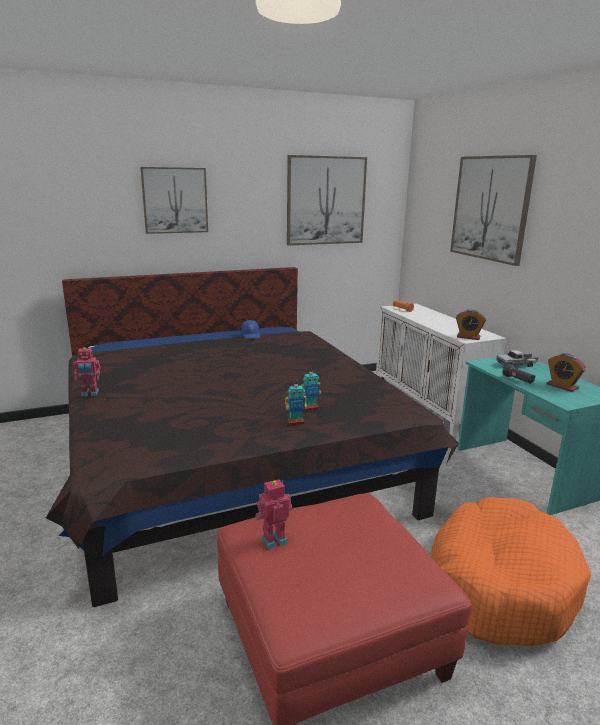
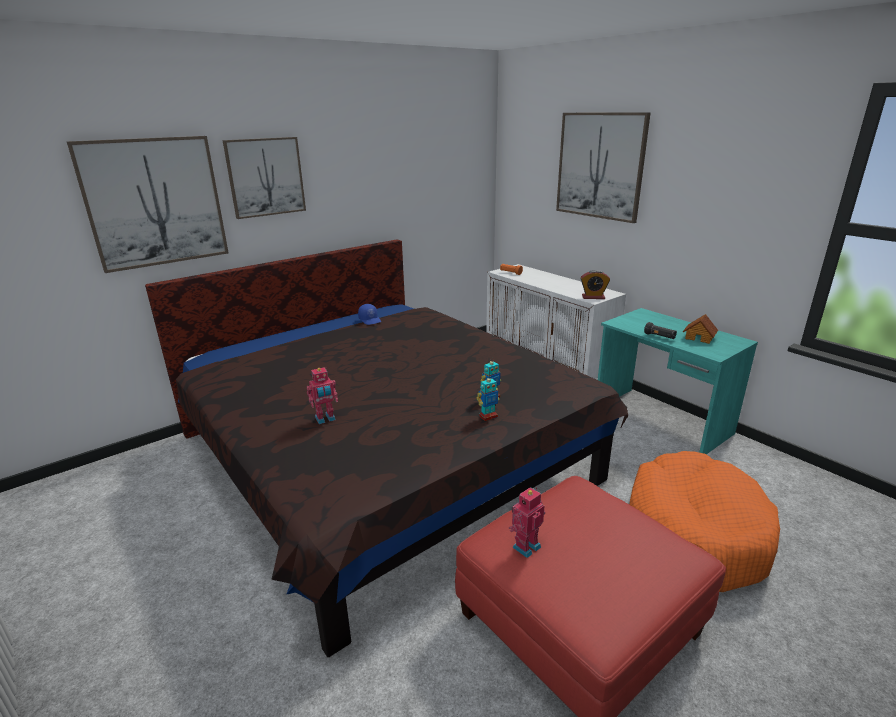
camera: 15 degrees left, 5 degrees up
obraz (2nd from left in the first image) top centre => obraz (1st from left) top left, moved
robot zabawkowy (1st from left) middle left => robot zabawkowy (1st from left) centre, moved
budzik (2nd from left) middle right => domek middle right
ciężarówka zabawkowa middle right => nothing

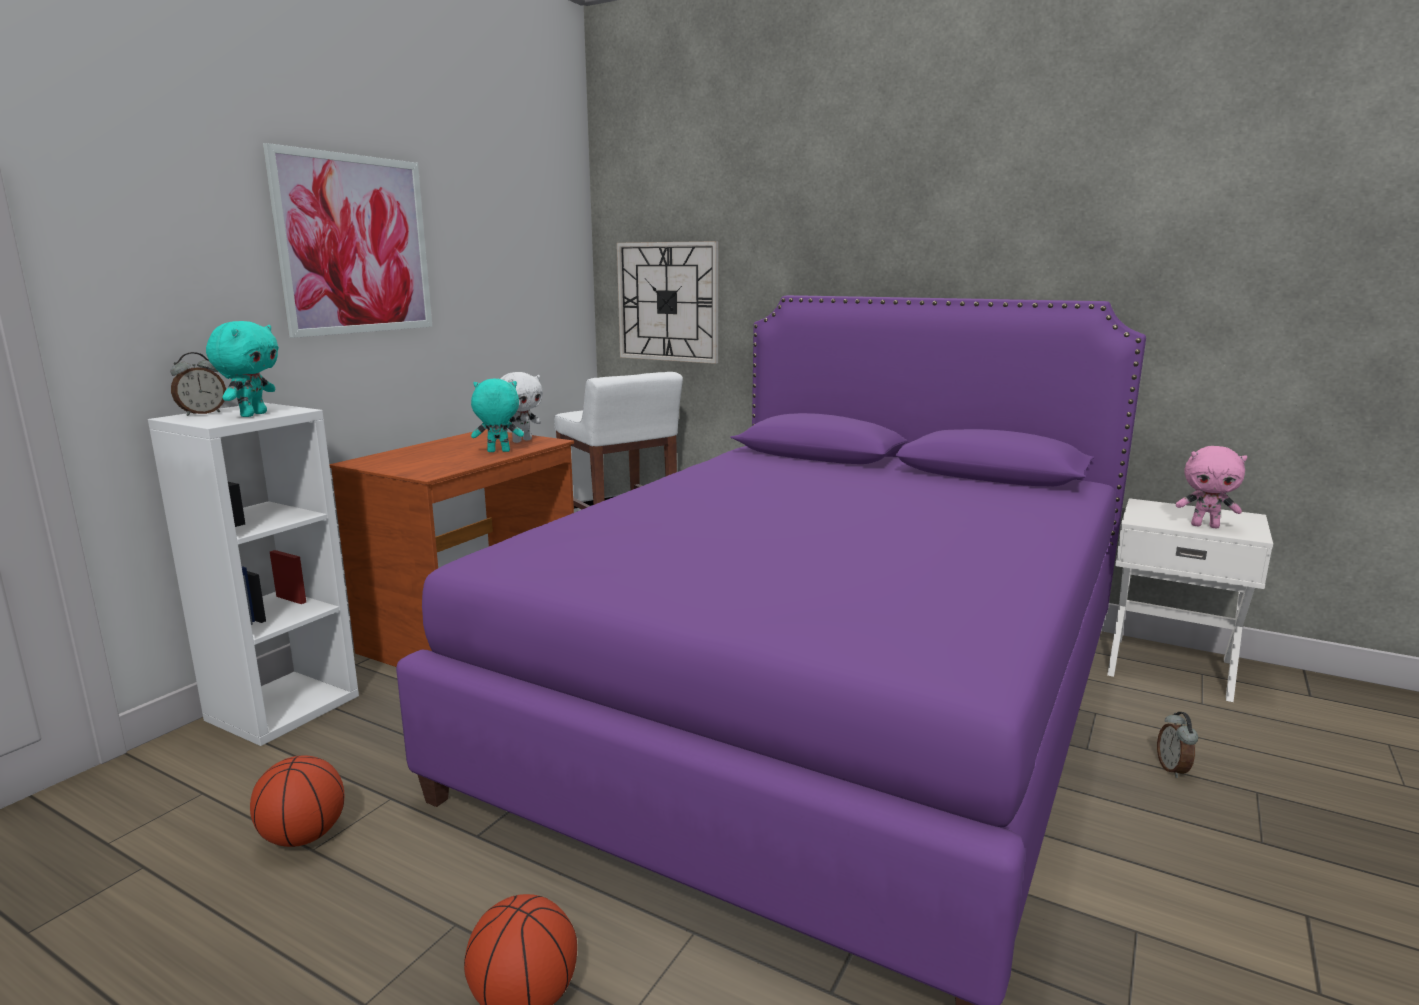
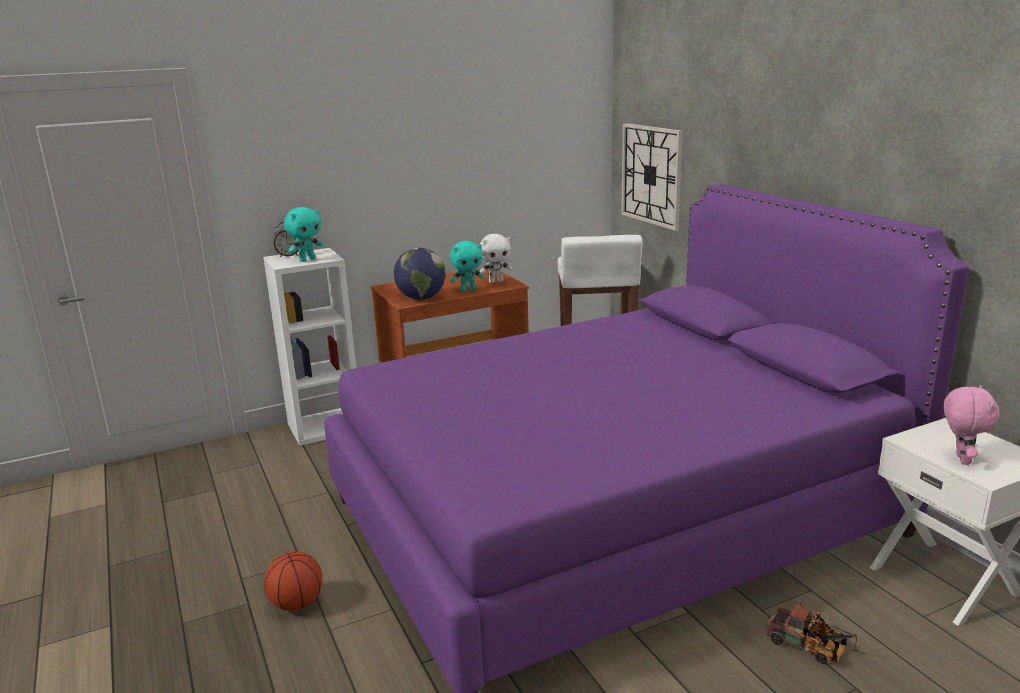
camera: 35 degrees right, 5 degrees up
nothing => globus centre
pluszak (turkusowy) (2nd from left) centre, 135 degrees clockwise
budzik (2nd from left) bottom right => ciężarówka zabawkowa bottom right
pluszak (różowy) middle right, 135 degrees counterclockwise
piłka do koszykówki (1st from left) bottom left => nothing
obraz top left => nothing

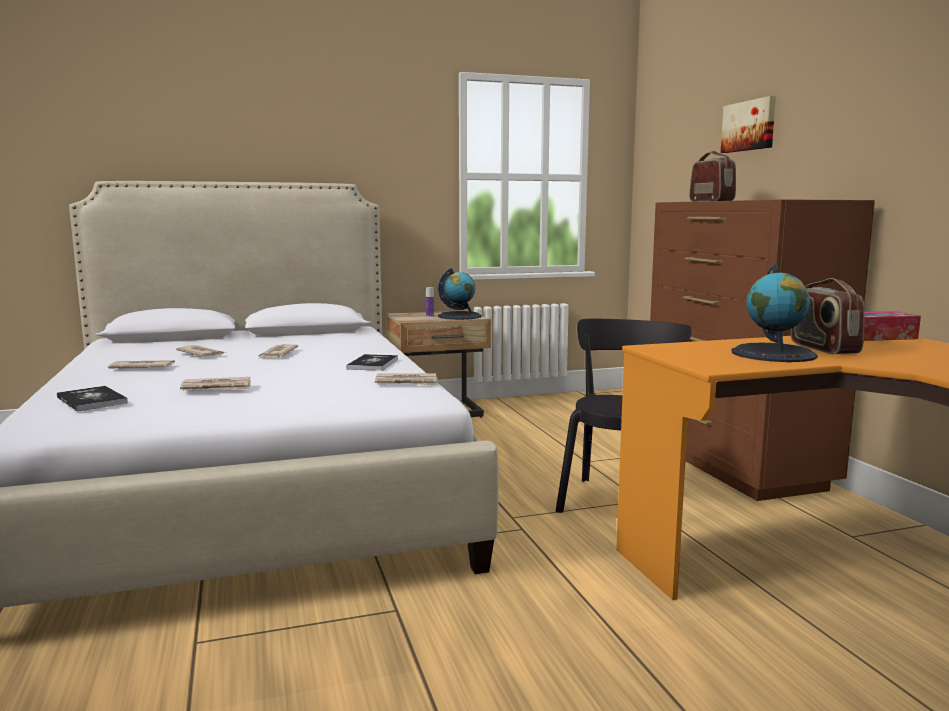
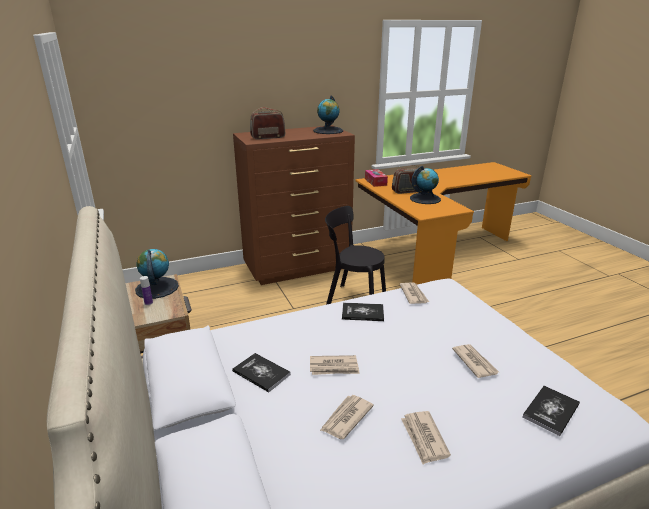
camera: 95 degrees left, 15 degrees up
nothing => książka (1st from left) bottom centre
nothing => globus (2nd from left) top centre
obraz top right => nothing

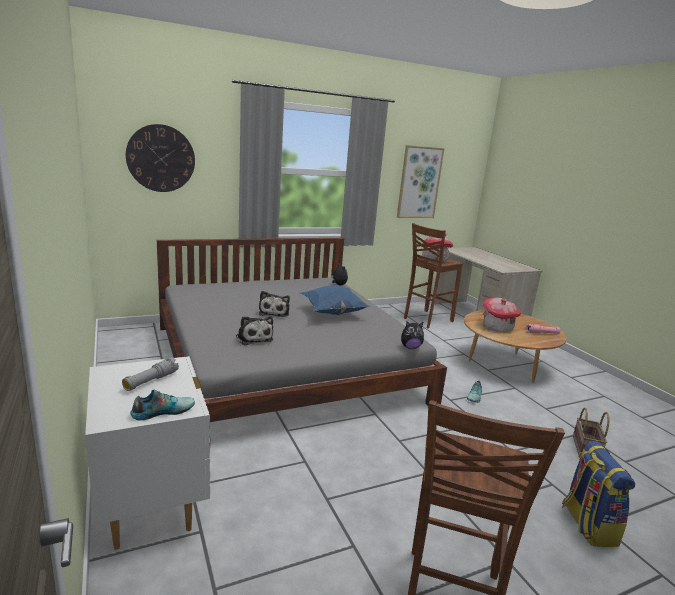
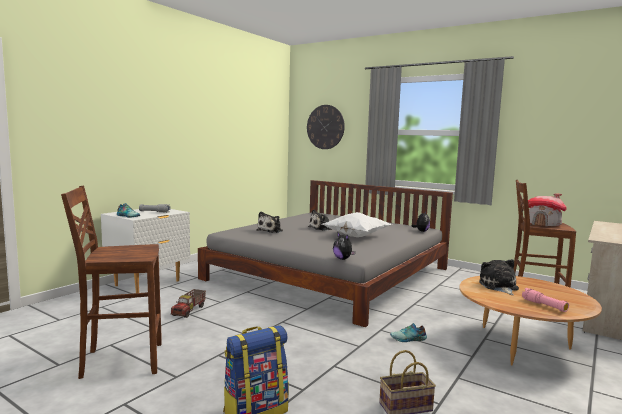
camera: 60 degrees right, 10 degrees down
nothing => ciężarówka zabawkowa bottom left
poduszka (niebieski) centre => poduszka (biały) centre
domek (2nd from left) middle right => pluszak (5th from left) bottom right
obraz top centre => nothing

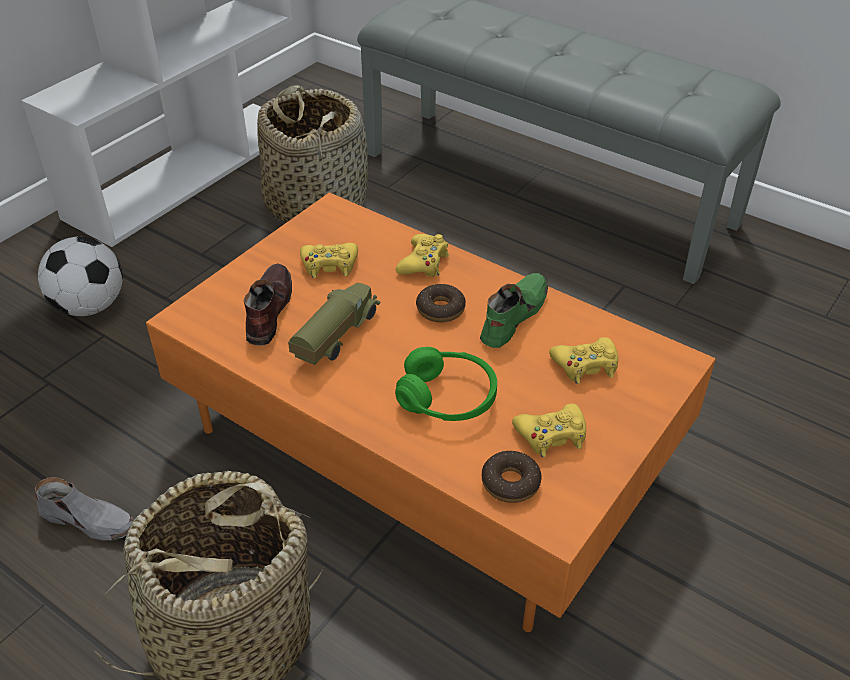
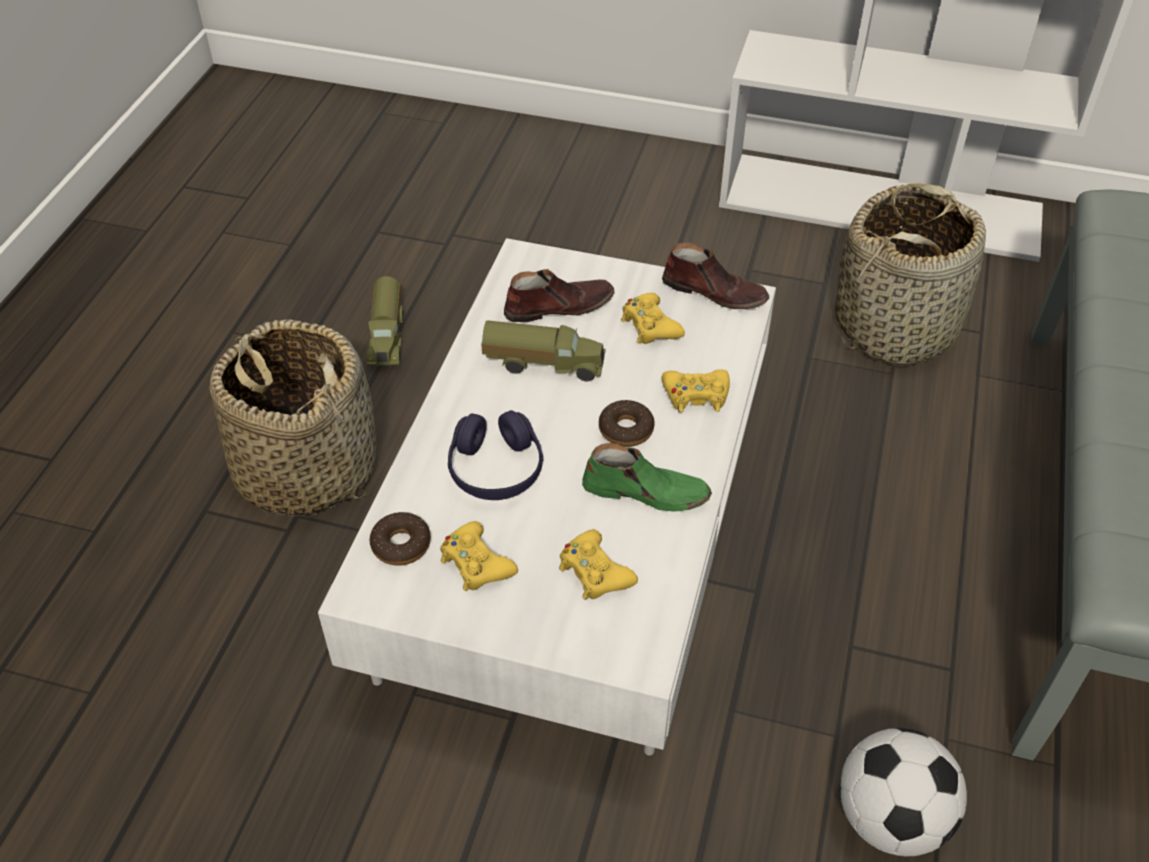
camera: 70 degrees right, 5 degrees up
ława (pomarańczowy) centre => ława (biały) centre
but (szary) bottom left => ciężarówka zabawkowa (1st from left) centre
słuchawki (zielony) centre => słuchawki (fioletowy) centre
nothing => but (brązowy) (2nd from left) top centre
piłka futbolowa middle left => piłka futbolowa bottom right, moved

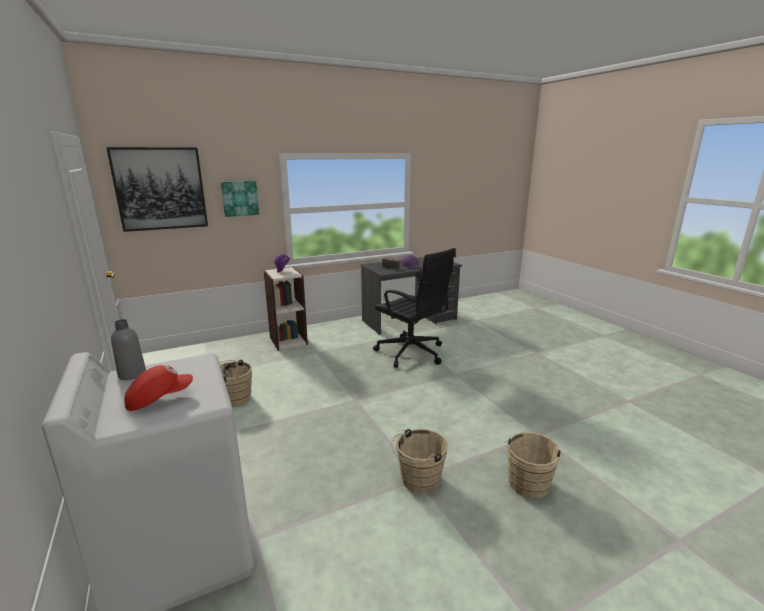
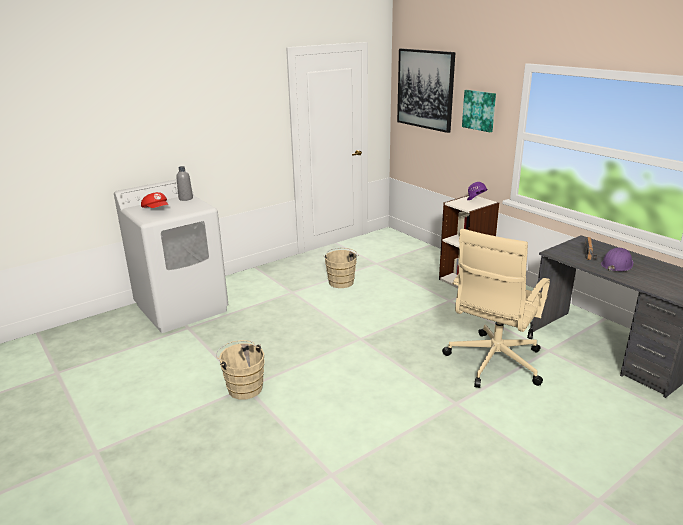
camera: 80 degrees right, 5 degrees up
krzesło biurowe (czarny) centre => krzesło biurowe (beżowy) middle right
wiadro (beżowy) (3rd from left) bottom right => nothing

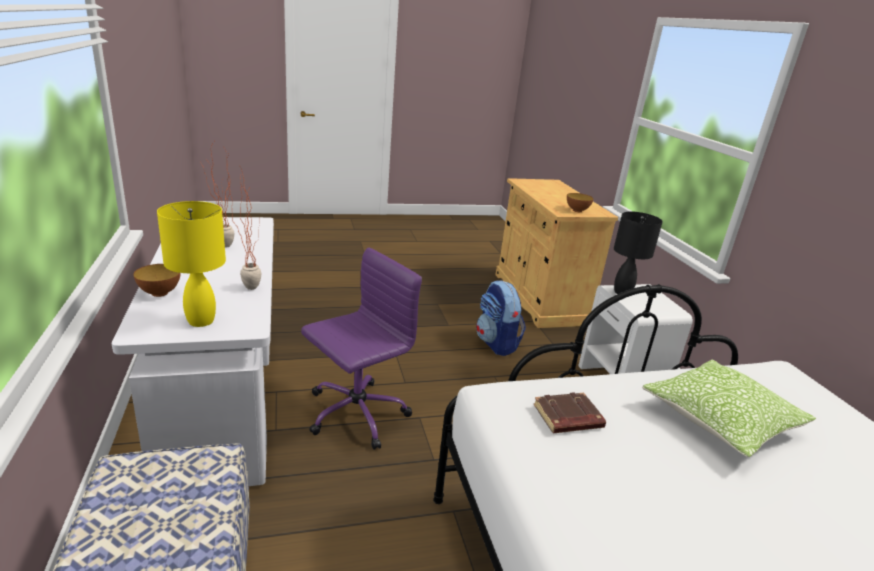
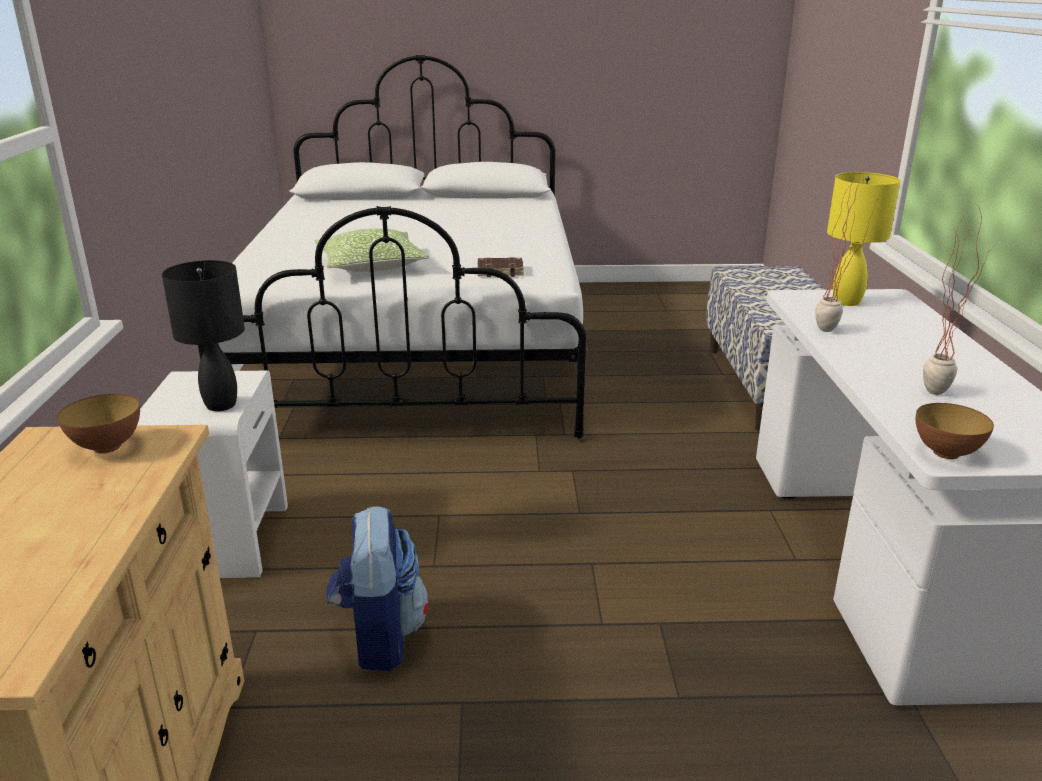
camera: 165 degrees left, 0 degrees up
miska (1st from left in the first image) middle left => miska (2nd from left) middle right, moved
krzesło biurowe (fioletowy) centre => nothing

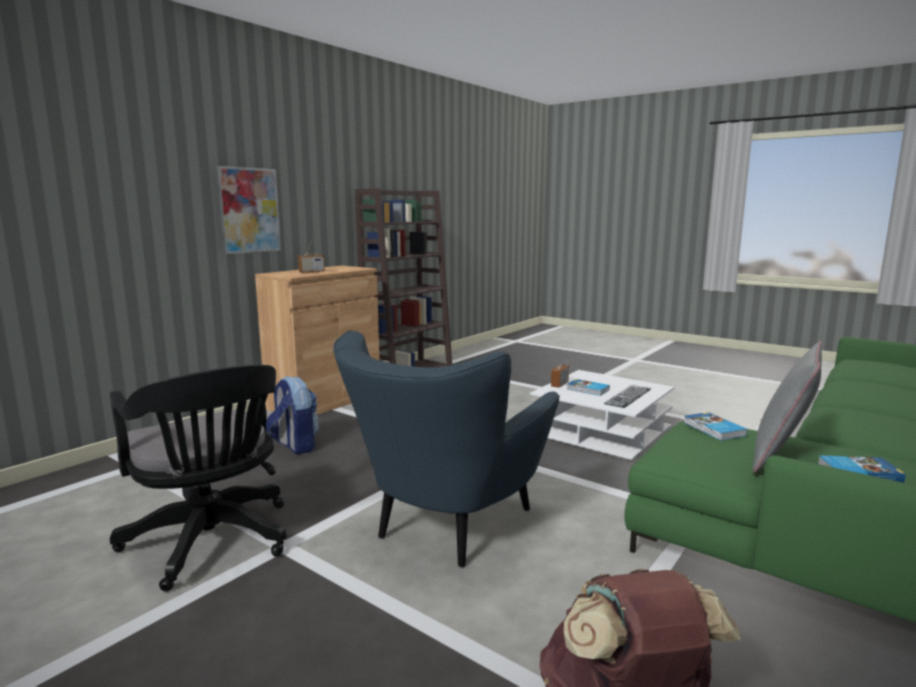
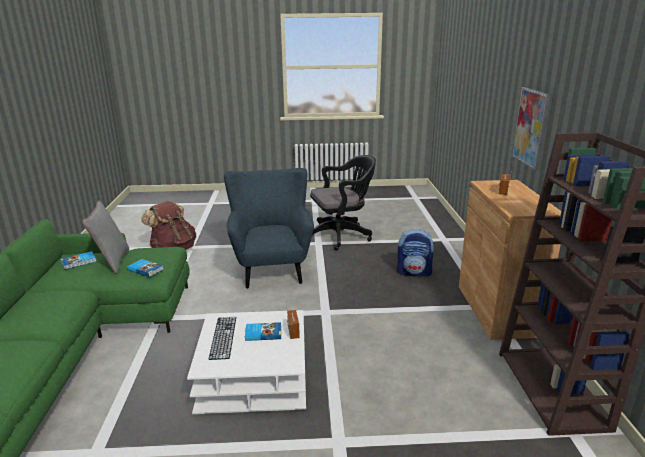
camera: 140 degrees right, 10 degrees up
krzesło biurowe (czarny) bottom left => krzesło biurowe (czarny) centre, 150 degrees clockwise

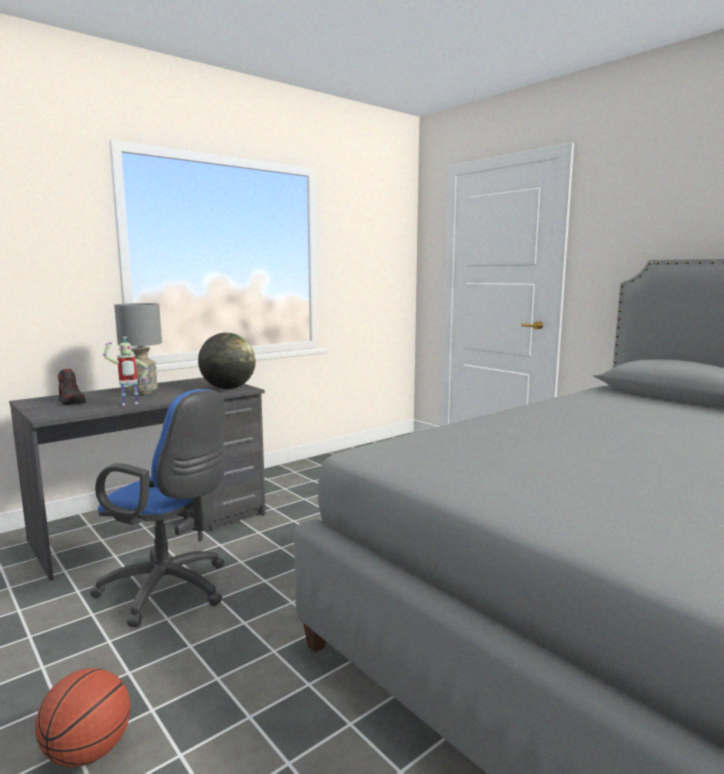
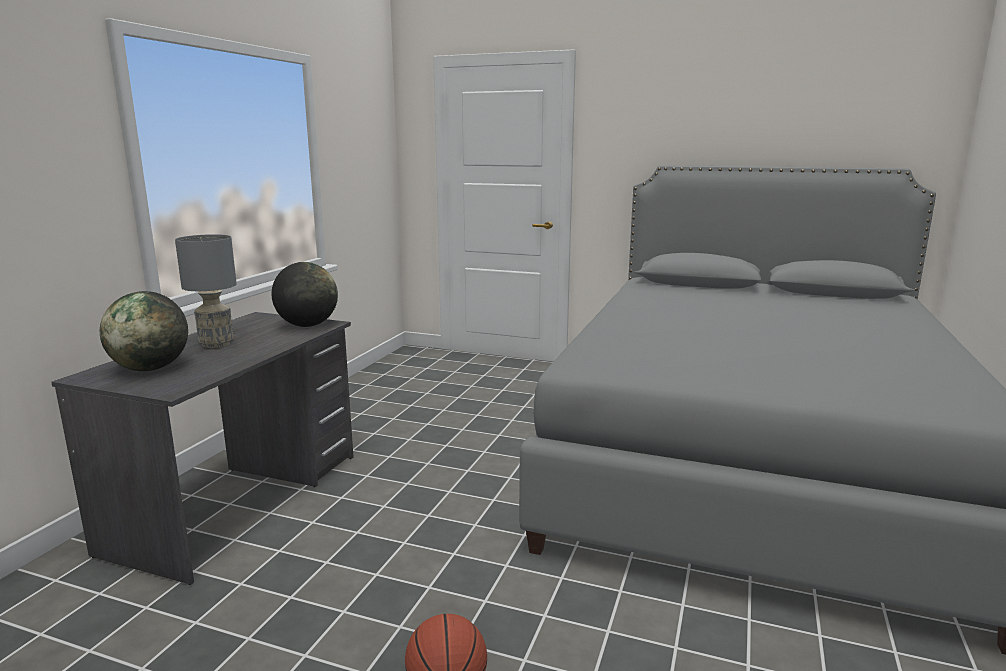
camera: 30 degrees left, 5 degrees up
but middle left => globus (1st from left) middle left
krzesło biurowe (niebieski) middle left => nothing
robot zabawkowy middle left => nothing

